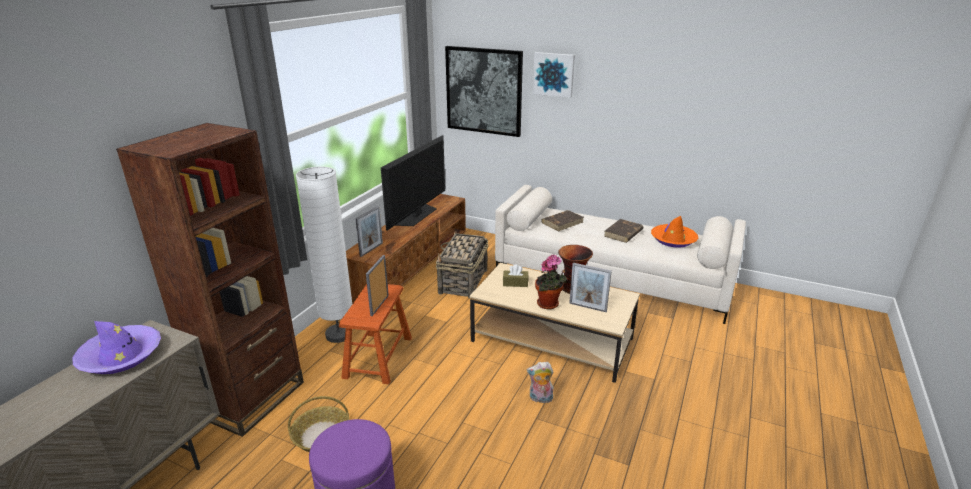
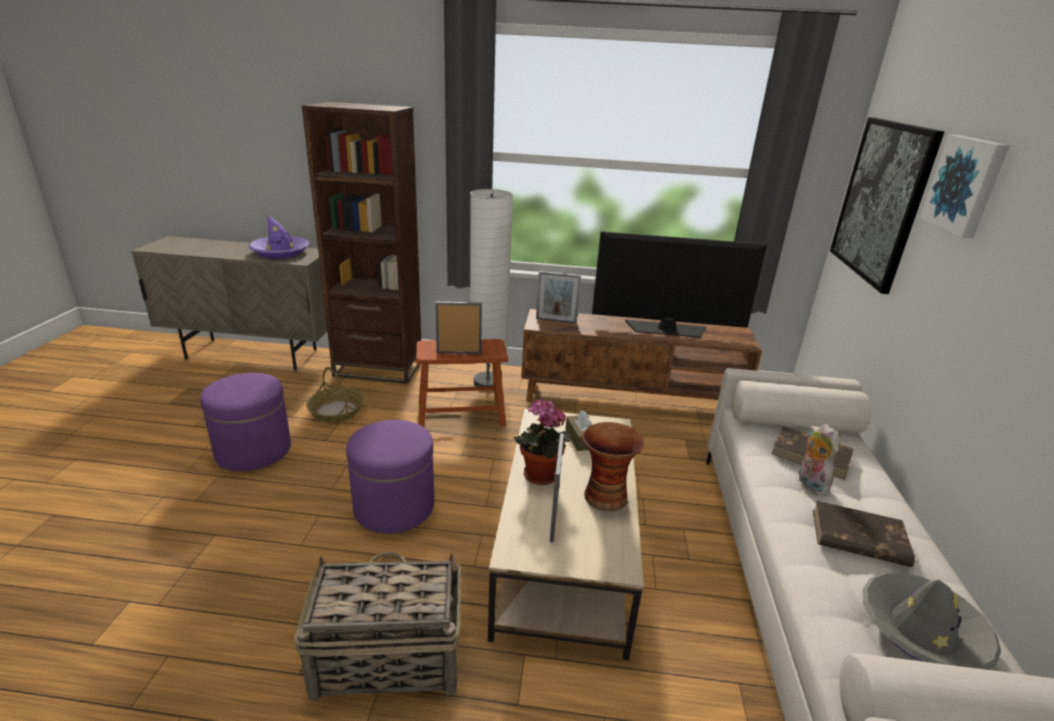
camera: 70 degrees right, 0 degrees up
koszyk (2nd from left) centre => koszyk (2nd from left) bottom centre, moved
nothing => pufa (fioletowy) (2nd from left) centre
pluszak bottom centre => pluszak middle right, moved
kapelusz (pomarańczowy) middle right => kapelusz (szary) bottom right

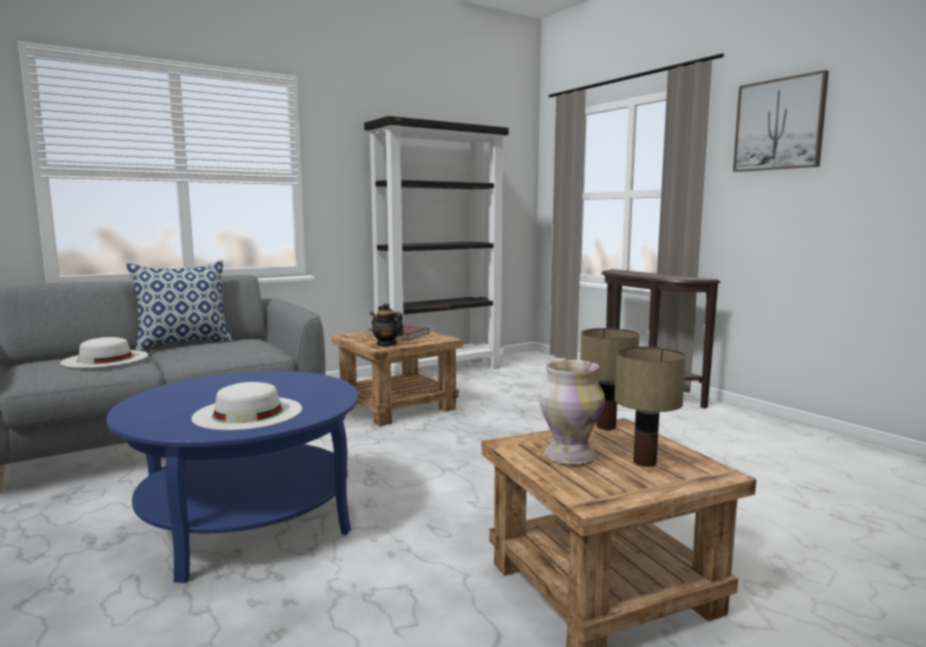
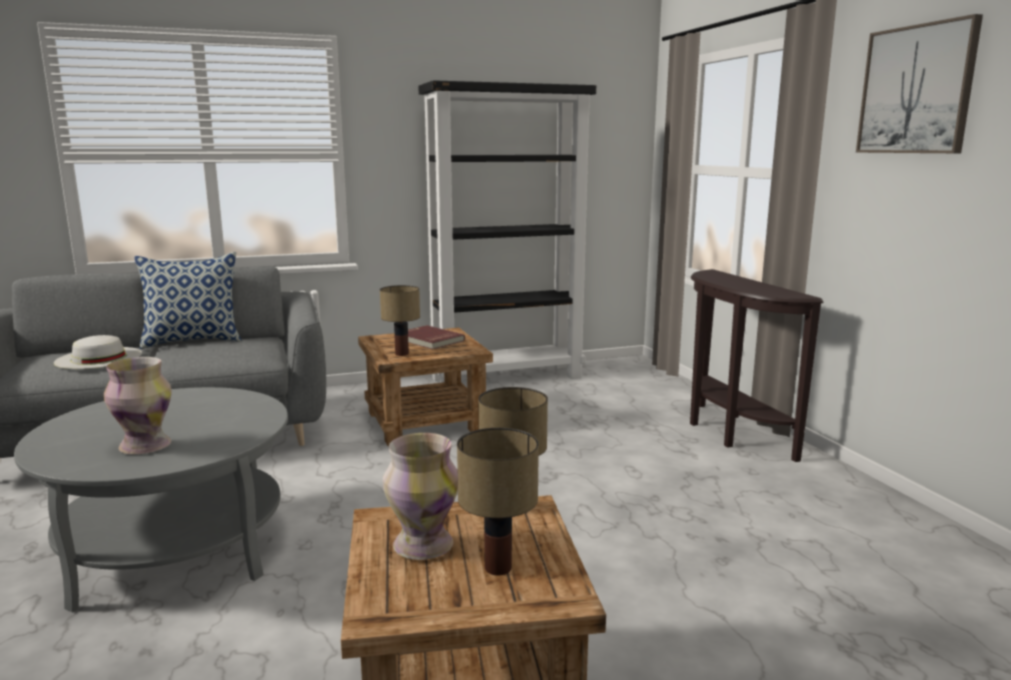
camera: 15 degrees right, 5 degrees up
ława (niebieski) bottom left => ława (szary) bottom left
kapelusz (biały) (2nd from left) middle left => wazon (1st from left) middle left
imbryk centre => lampa stołowa (1st from left) centre

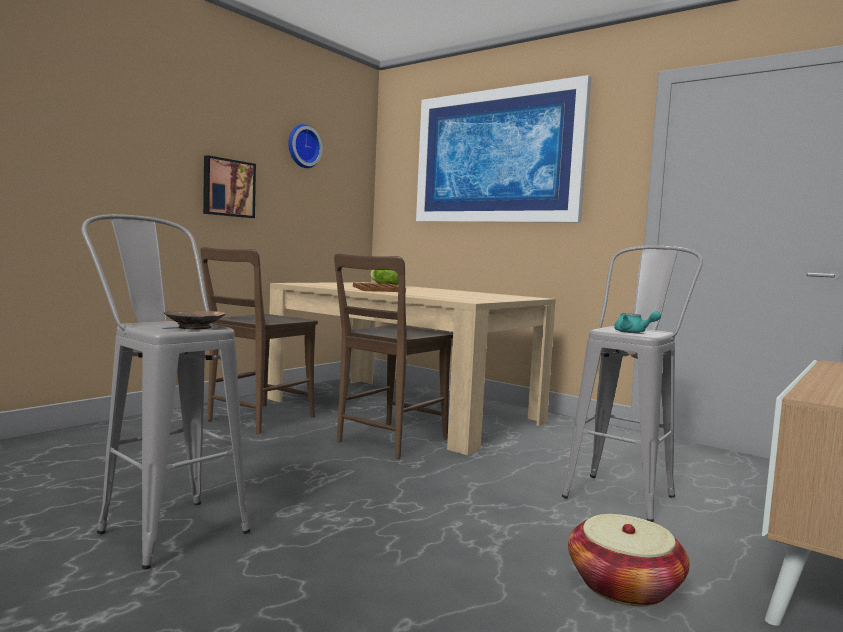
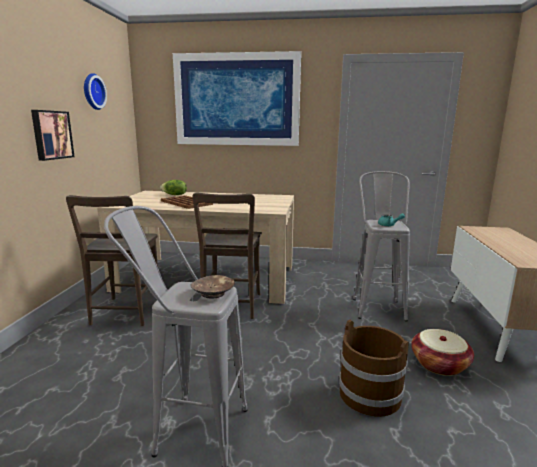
camera: 30 degrees left, 10 degrees up
nothing => wiadro (brązowy) bottom right

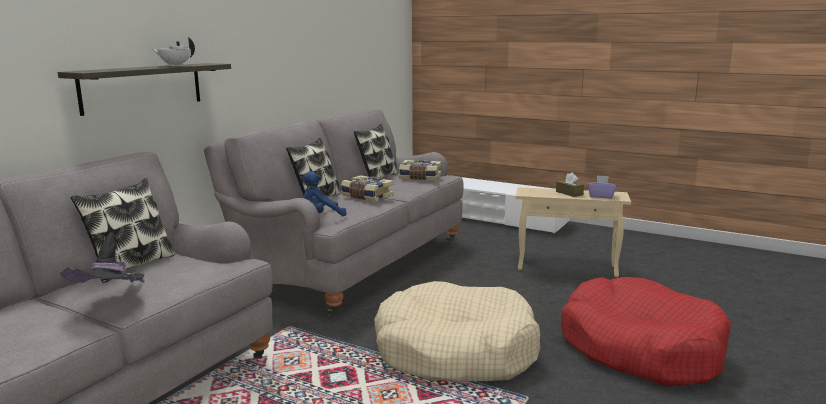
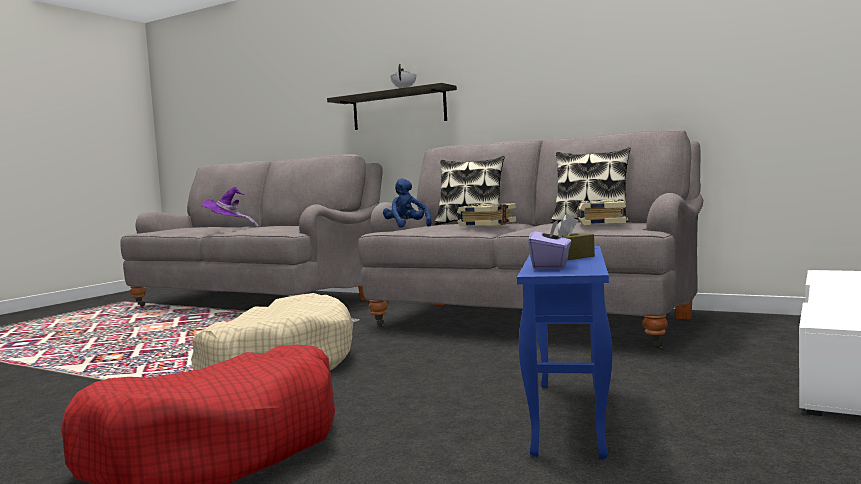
camera: 90 degrees right, 10 degrees down
kapelusz (czarny) middle left => kapelusz (fioletowy) middle left
stolik (beżowy) middle right => stolik (niebieski) bottom centre
poduszka (1st from left) middle left => nothing

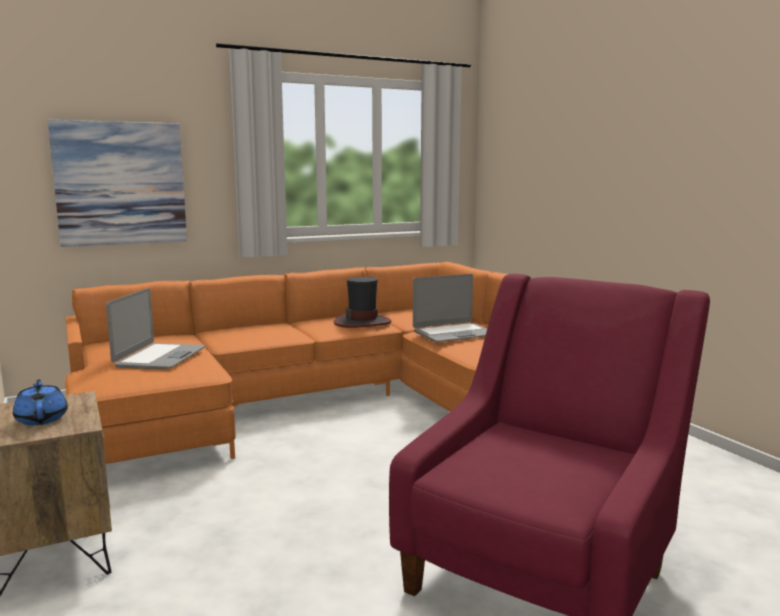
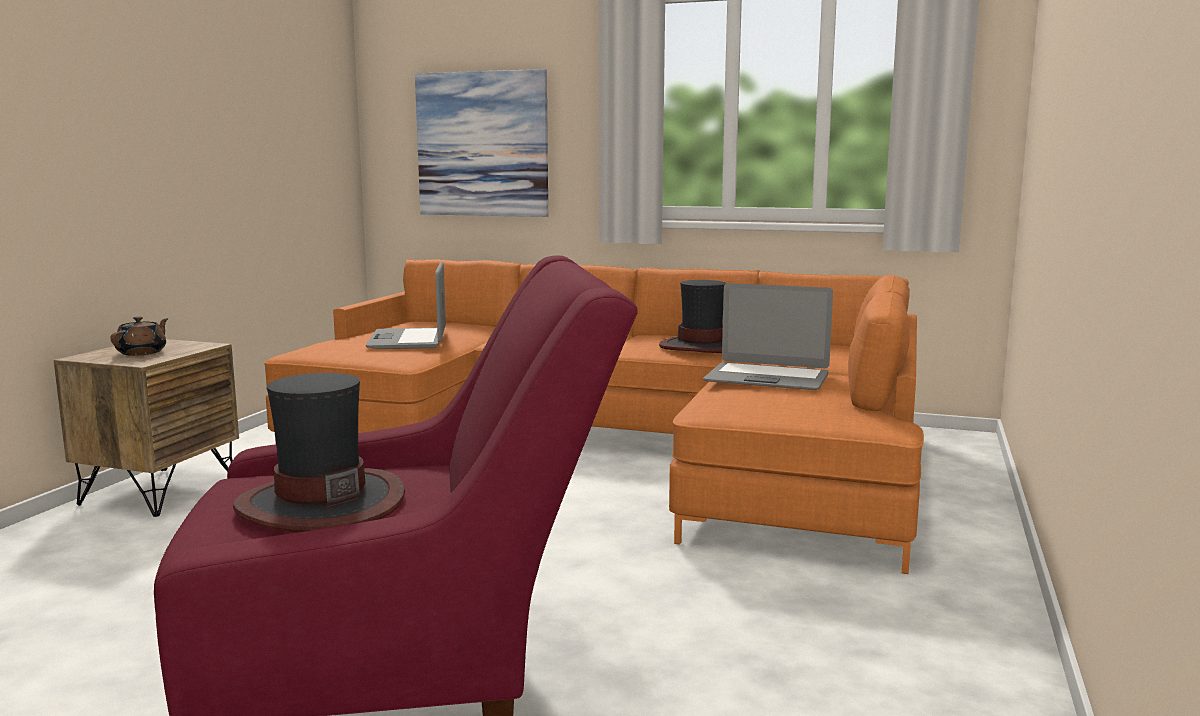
camera: 45 degrees right, 0 degrees up
imbryk (niebieski) middle left => imbryk (brązowy) middle left
nothing => kapelusz (1st from left) middle left
laptop (1st from left) middle left => laptop (1st from left) centre, 120 degrees clockwise

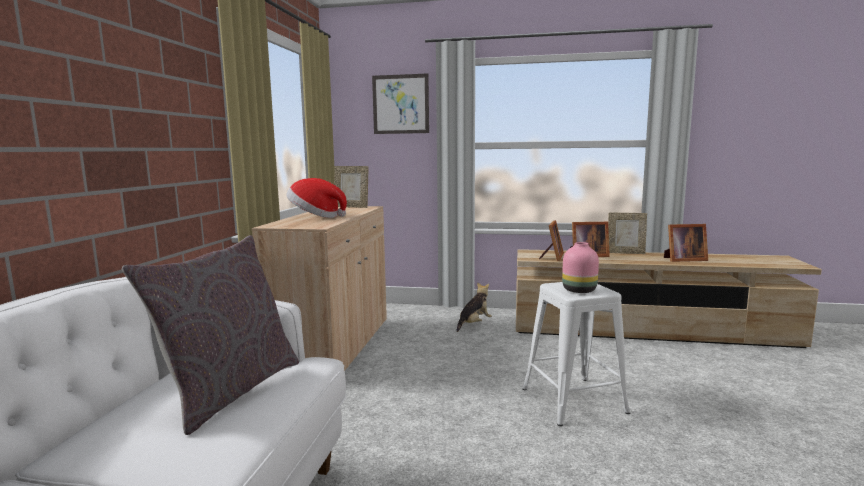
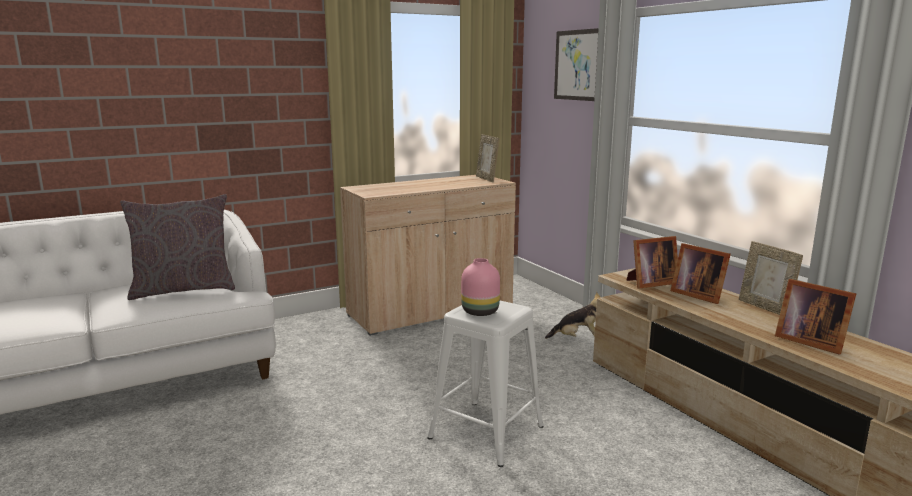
camera: 50 degrees right, 5 degrees up
kapelusz centre => nothing

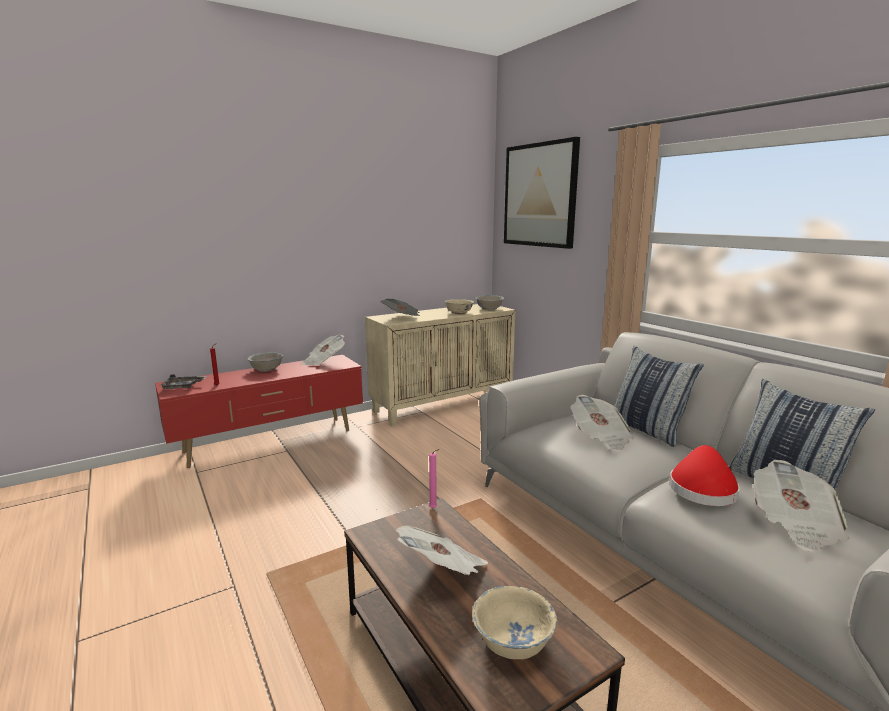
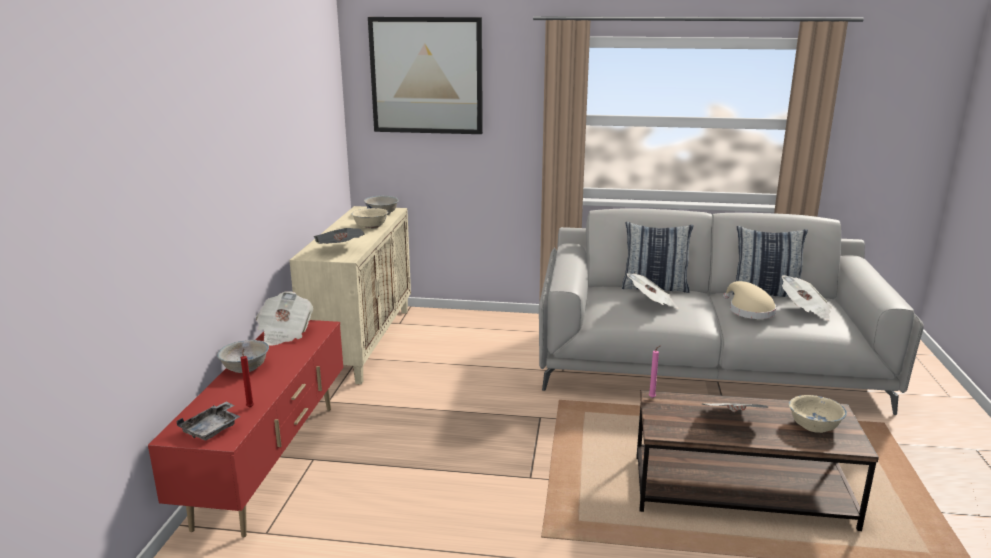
camera: 50 degrees left, 5 degrees up
kapelusz (czerwony) bottom right => kapelusz (beżowy) middle right

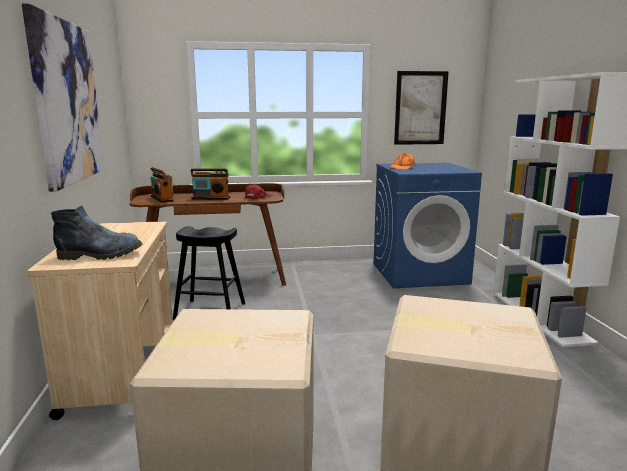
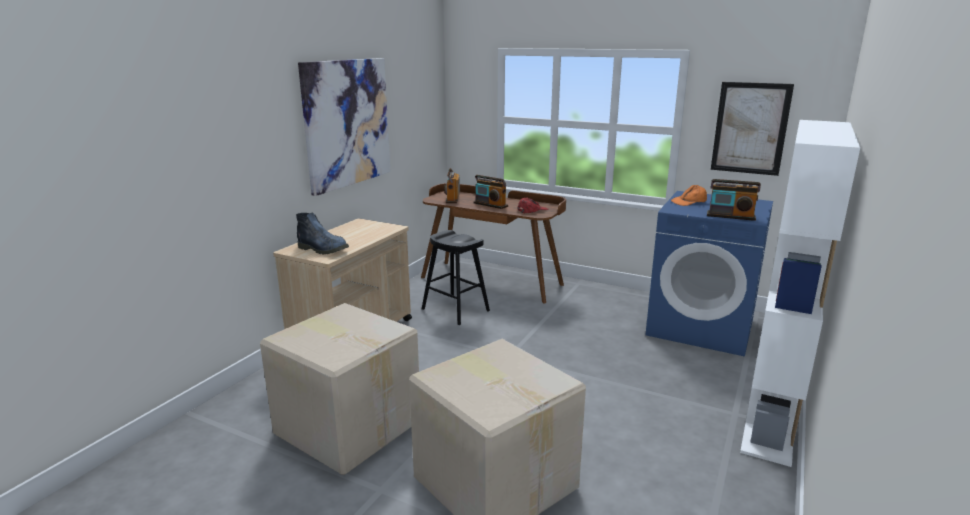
camera: 35 degrees right, 5 degrees up
nothing => radio (3rd from left) middle right

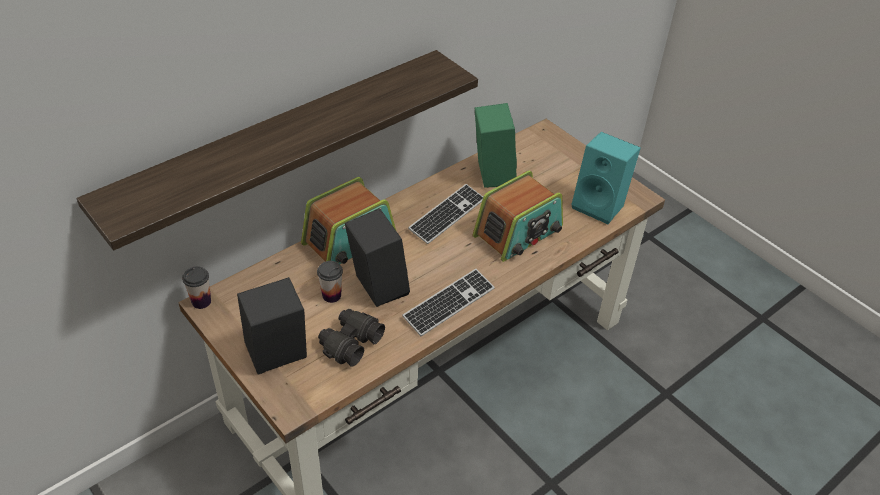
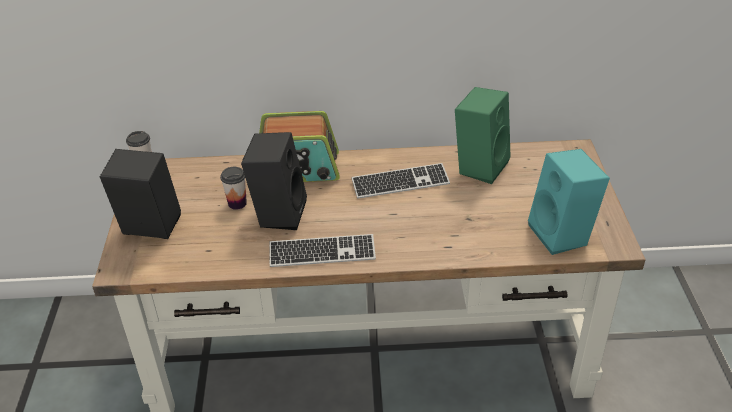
camera: 40 degrees right, 5 degrees down
półka top left => nothing
lornetka (czarny) bottom centre => nothing
radio (2nd from left) centre => nothing

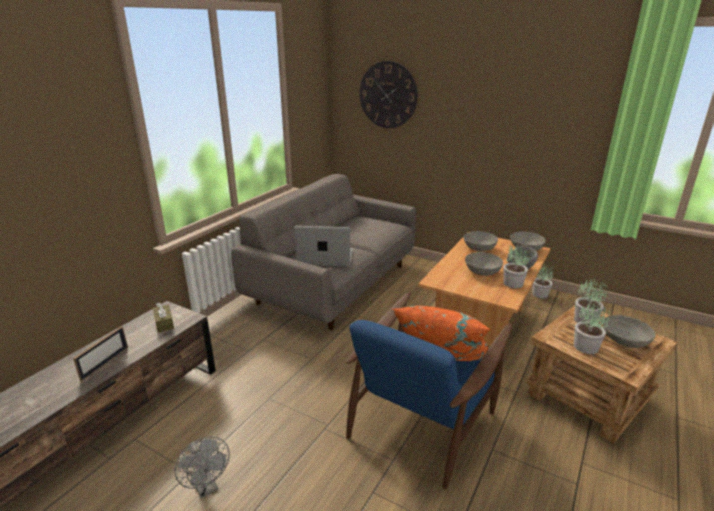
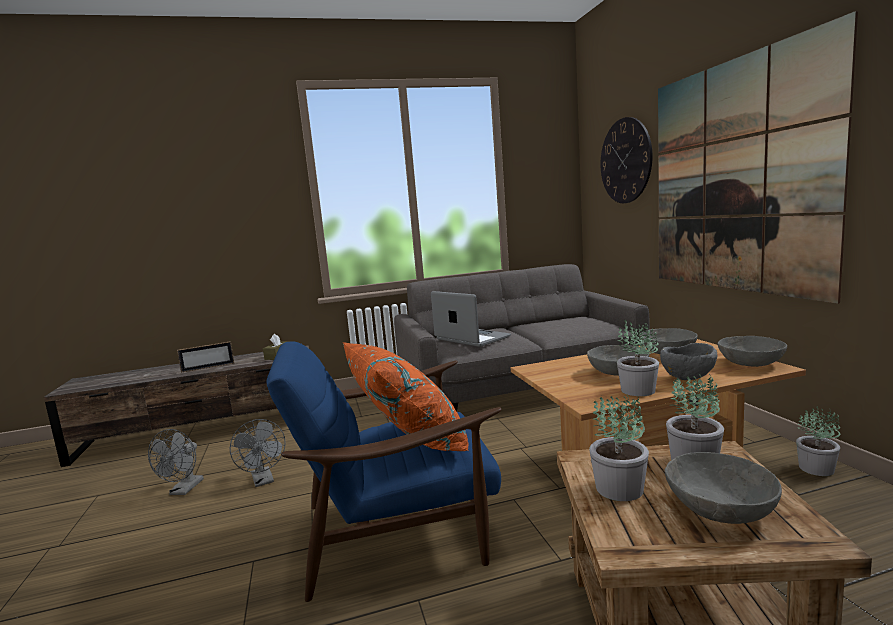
camera: 45 degrees right, 15 degrees down
nothing => wentylator (szary) (2nd from left) bottom left
nothing => obraz top right

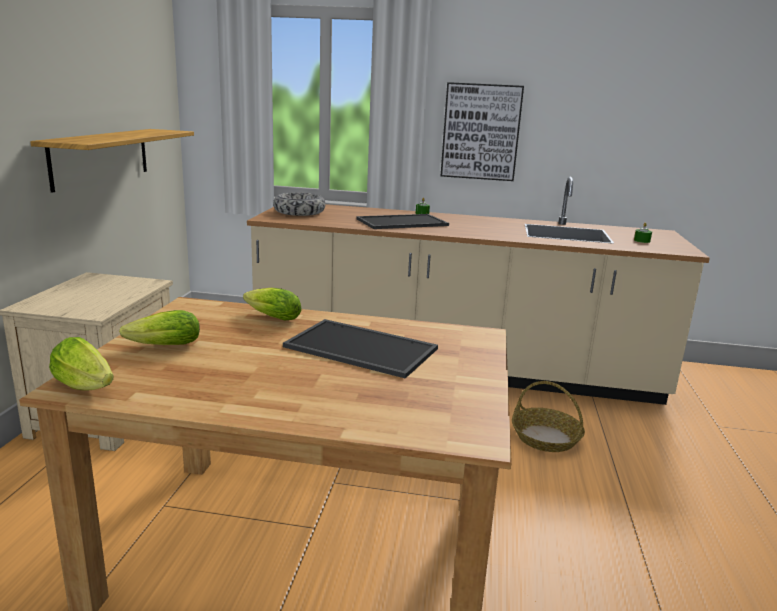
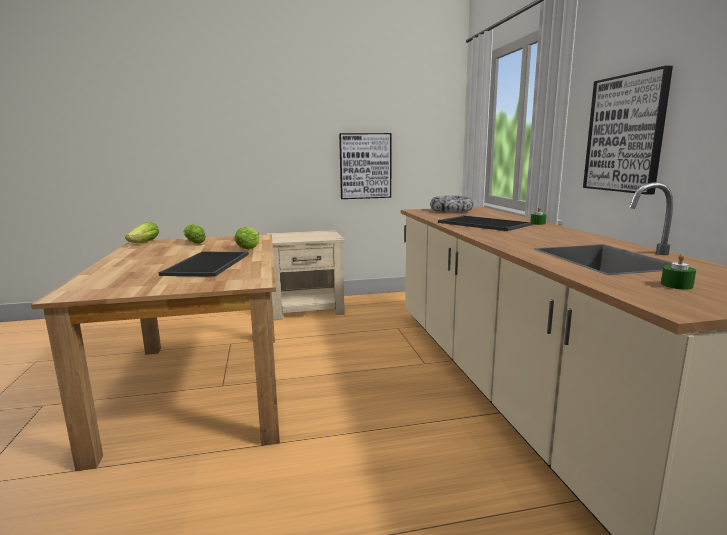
camera: 70 degrees right, 5 degrees down
półka top left => obraz (1st from left) top centre
koszyk bottom right => nothing

